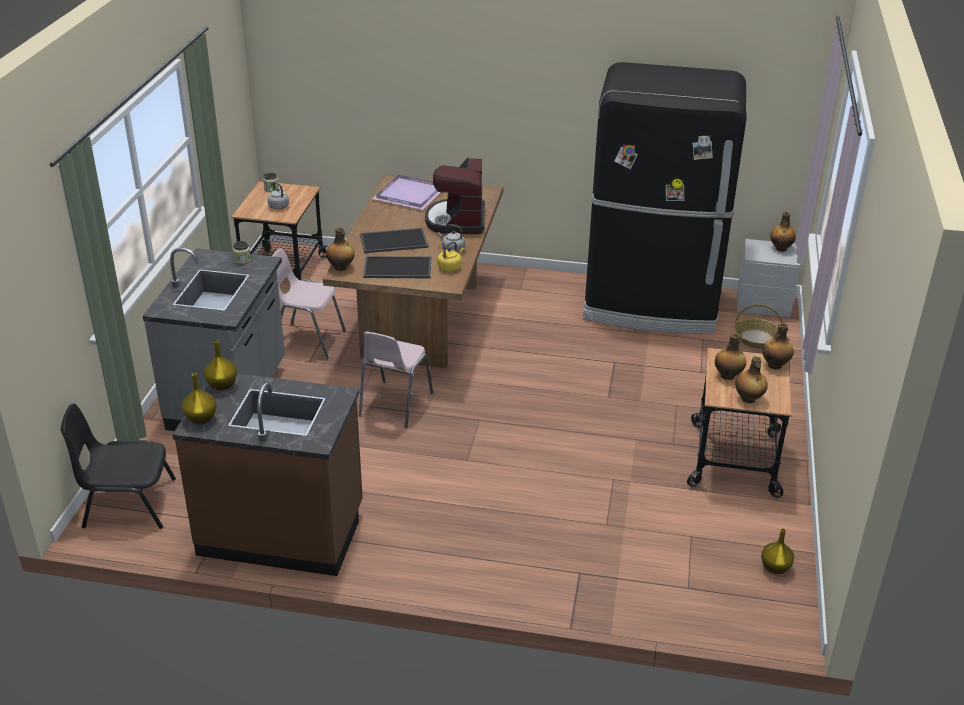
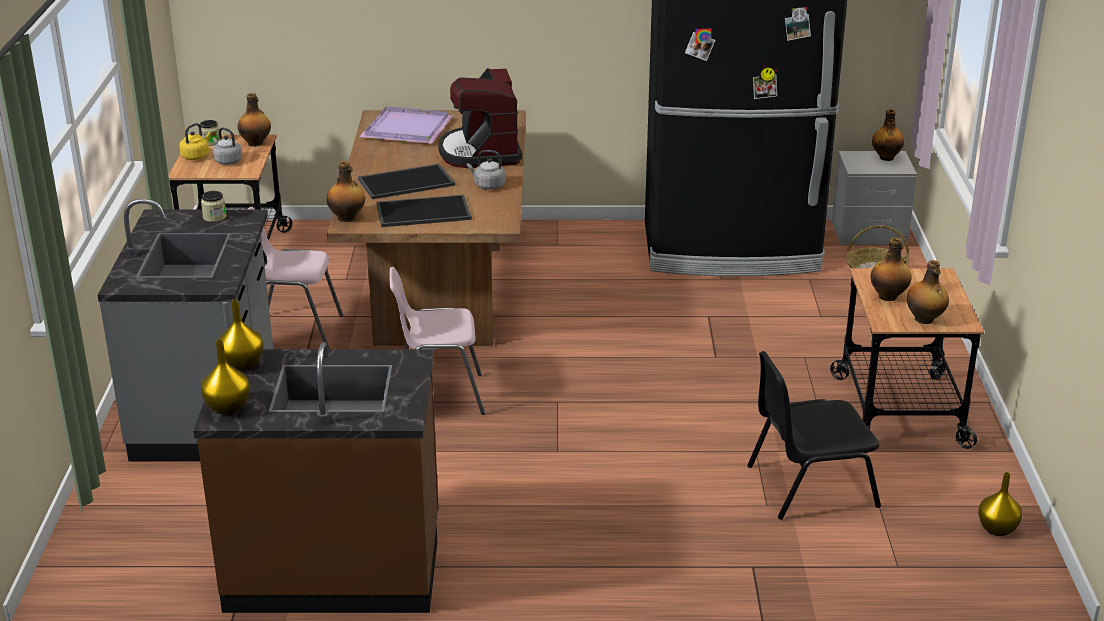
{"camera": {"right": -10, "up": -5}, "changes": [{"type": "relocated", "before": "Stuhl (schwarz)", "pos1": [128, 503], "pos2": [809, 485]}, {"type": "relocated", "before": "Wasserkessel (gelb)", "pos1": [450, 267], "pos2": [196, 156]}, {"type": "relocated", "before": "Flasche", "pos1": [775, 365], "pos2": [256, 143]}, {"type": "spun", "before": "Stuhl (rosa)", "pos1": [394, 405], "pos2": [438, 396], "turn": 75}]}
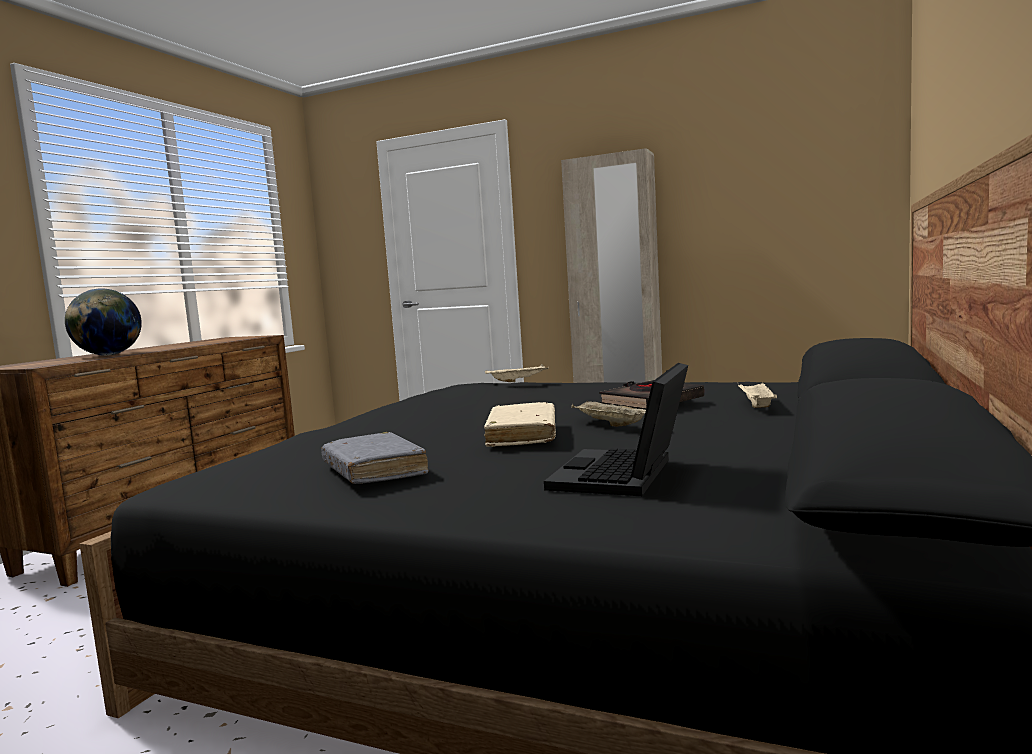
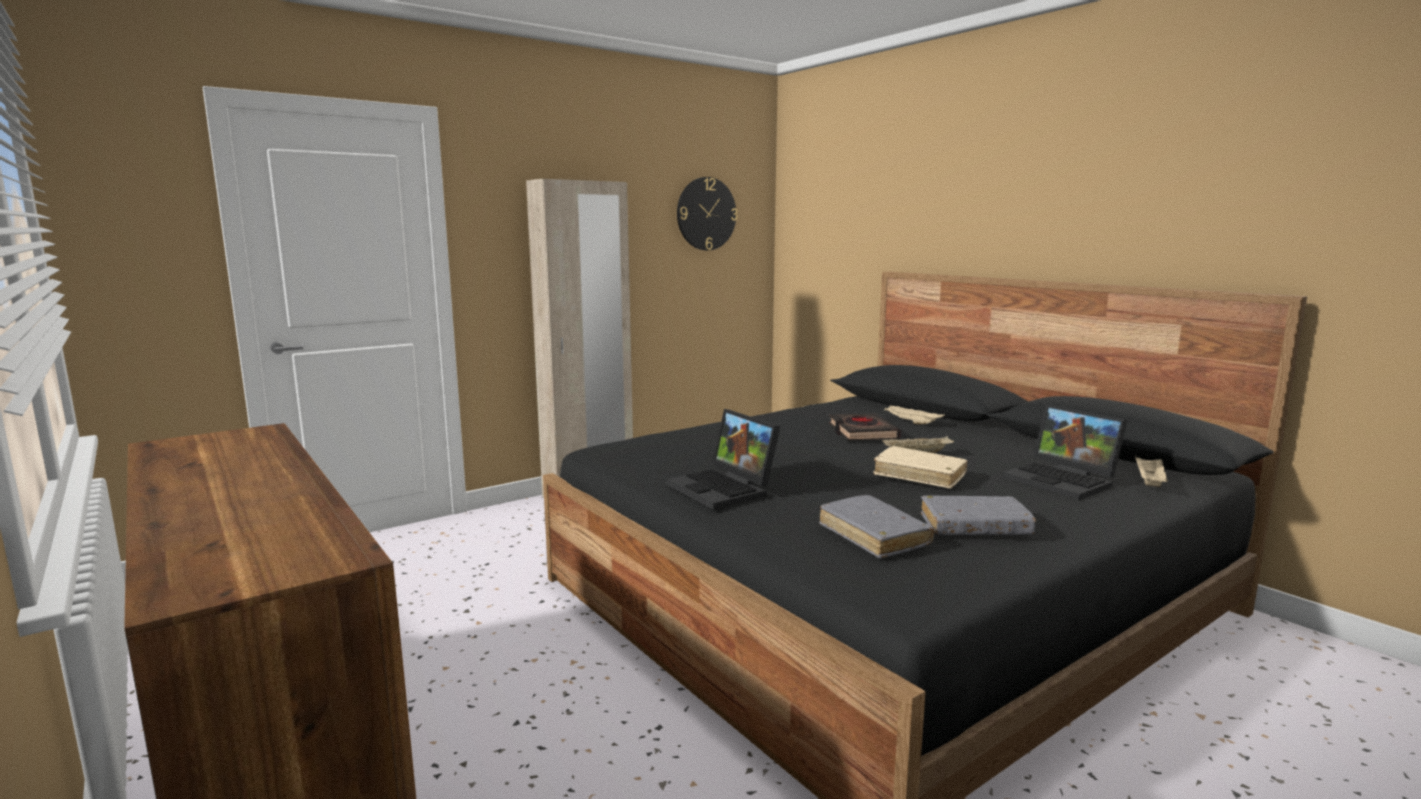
{"camera": {"right": -60, "up": 5}, "changes": [{"type": "missing", "before": "Globus", "pos1": [108, 355]}, {"type": "appeared", "after": "Laptop", "pos2": [725, 489]}, {"type": "appeared", "after": "Wanduhr", "pos2": [706, 214]}, {"type": "appeared", "after": "Buch (grau)", "pos2": [873, 536]}, {"type": "relocated", "before": "Tablett (beige)", "pos1": [518, 381], "pos2": [1149, 482]}]}
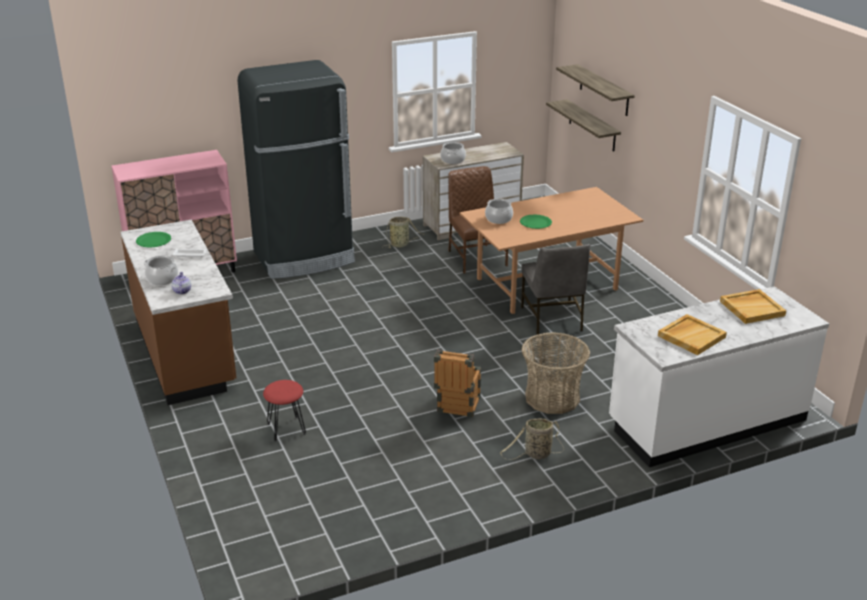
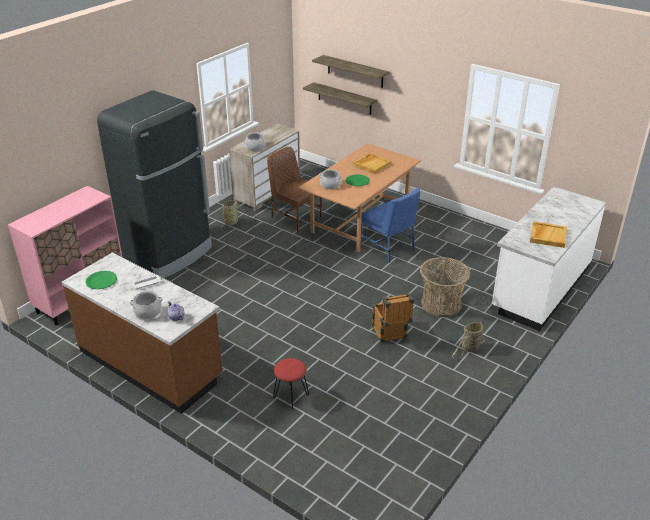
{"camera": {"right": -30, "up": 5}, "changes": [{"type": "relocated", "before": "Tablett (beige)", "pos1": [752, 308], "pos2": [371, 164]}, {"type": "colour", "before": "Stuhl (grau)", "after": "Stuhl (blau)", "pos1": [552, 319], "pos2": [388, 248]}]}
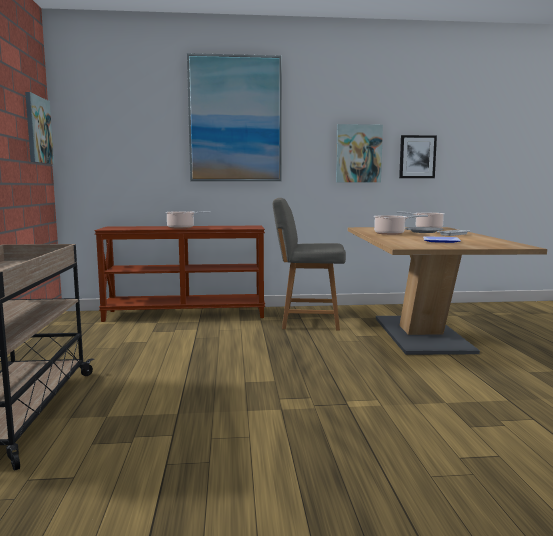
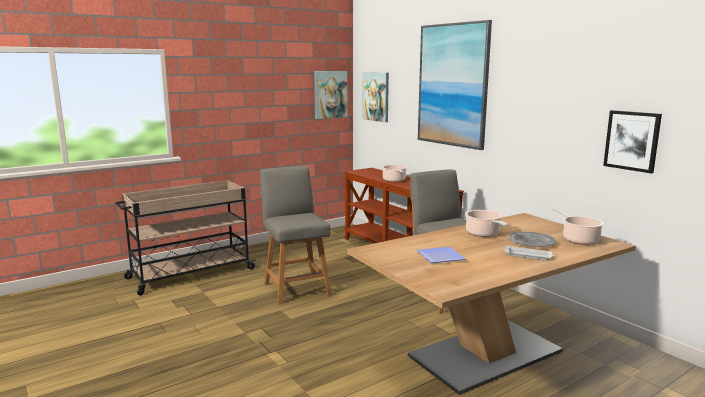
{"camera": {"right": 60, "up": 5}, "changes": [{"type": "appeared", "after": "Stuhl (grau)", "pos2": [296, 288]}, {"type": "relocated", "before": "Bild", "pos1": [358, 153], "pos2": [376, 96]}]}
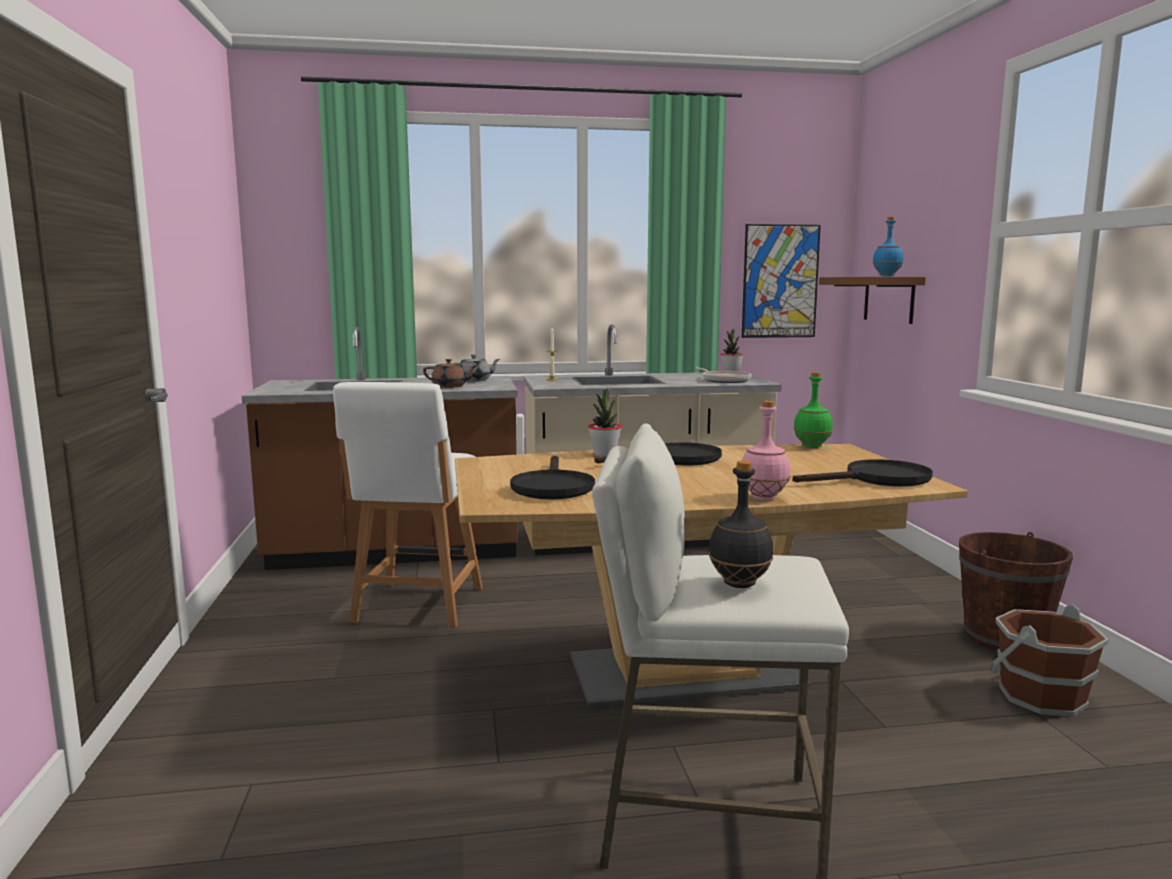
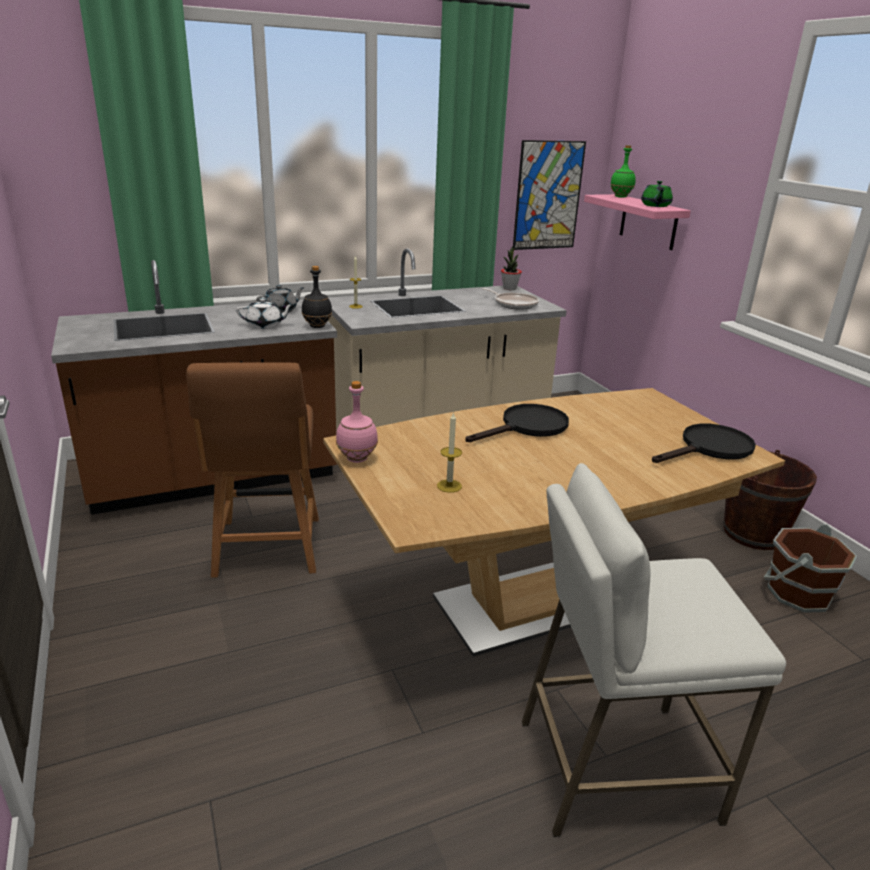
{"camera": {"right": -15, "up": 15}, "changes": [{"type": "missing", "before": "Topfpflanze", "pos1": [604, 454]}, {"type": "relocated", "before": "Flasche (schwarz)", "pos1": [739, 584], "pos2": [317, 326]}, {"type": "relocated", "before": "Flasche (rosa)", "pos1": [763, 497], "pos2": [357, 458]}, {"type": "relocated", "before": "Flasche (grün)", "pos1": [812, 447], "pos2": [621, 197]}, {"type": "exchanged", "before": "Pfanne (schwarz)", "after": "Kerze", "pos1": [552, 487], "pos2": [449, 486]}, {"type": "exchanged", "before": "Flasche (blau)", "after": "Teekanne (grün)", "pos1": [887, 276], "pos2": [655, 206]}, {"type": "colour", "before": "Stuhl (weiß)", "after": "Stuhl (braun)", "pos1": [417, 606], "pos2": [267, 549]}, {"type": "colour", "before": "Teekanne (braun)", "after": "Teekanne (weiß)", "pos1": [450, 386], "pos2": [265, 325]}, {"type": "colour", "before": "Wandregal (braun)", "after": "Wandregal (rosa)", "pos1": [889, 299], "pos2": [648, 222]}]}
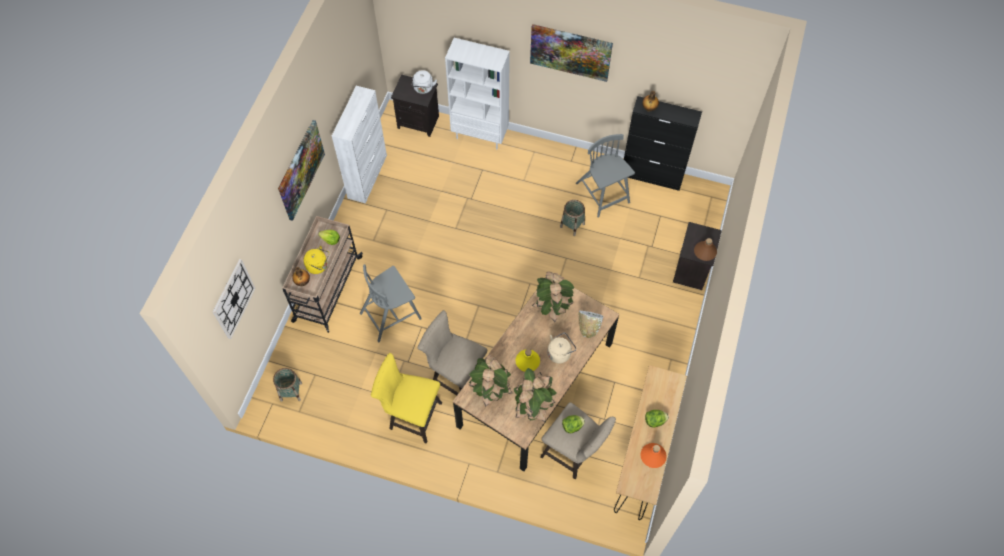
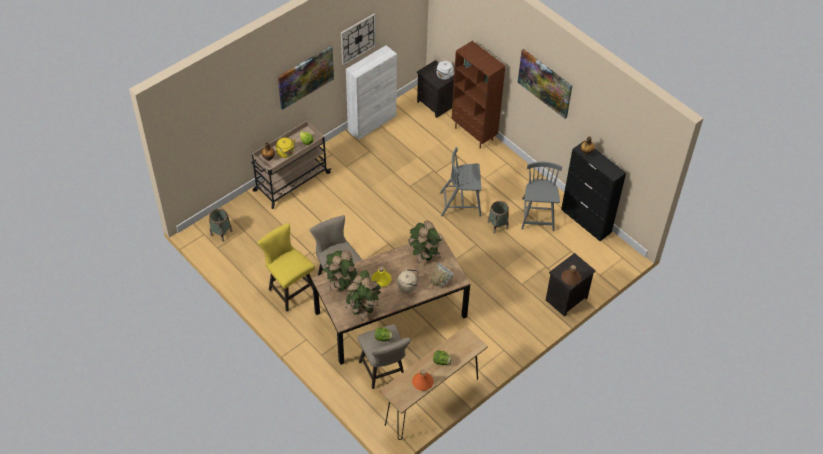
{"camera": {"right": 30, "up": -10}, "changes": [{"type": "relocated", "before": "Wanduhr", "pos1": [233, 299], "pos2": [358, 39]}, {"type": "relocated", "before": "Stuhl (grau)", "pos1": [391, 315], "pos2": [461, 204]}, {"type": "colour", "before": "Bücherregal (weiß)", "after": "Bücherregal (braun)", "pos1": [480, 135], "pos2": [474, 134]}]}
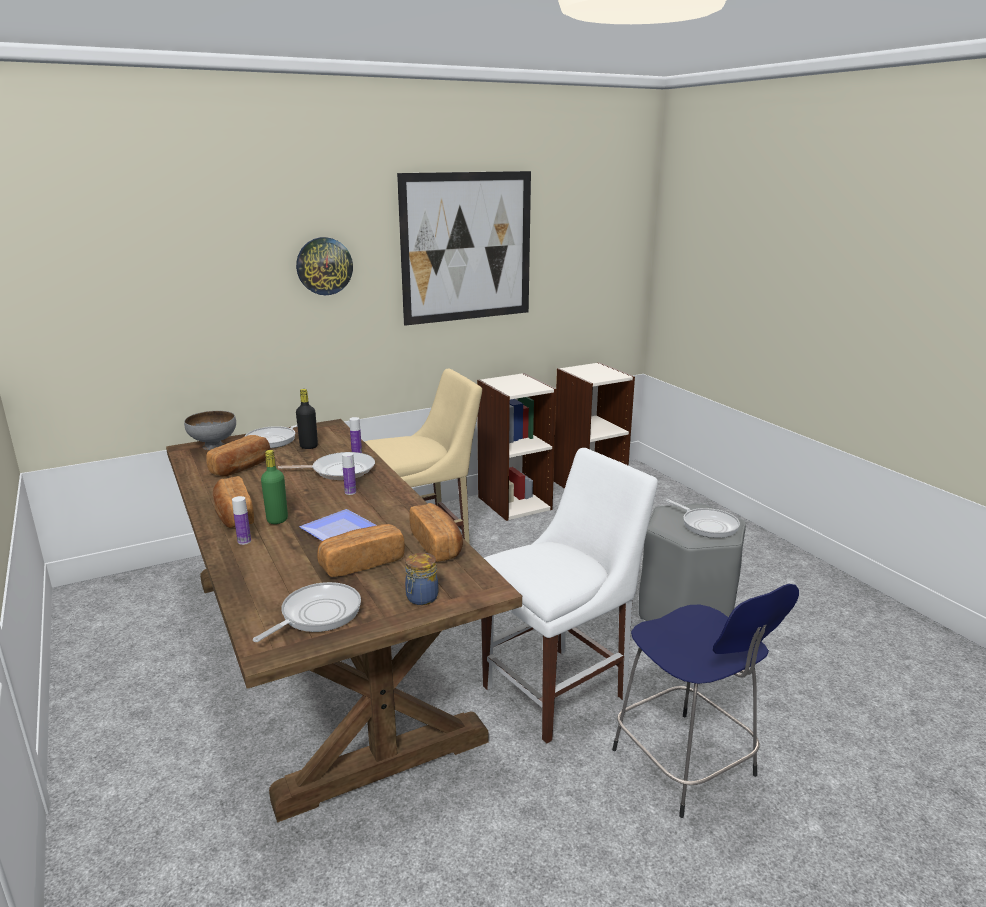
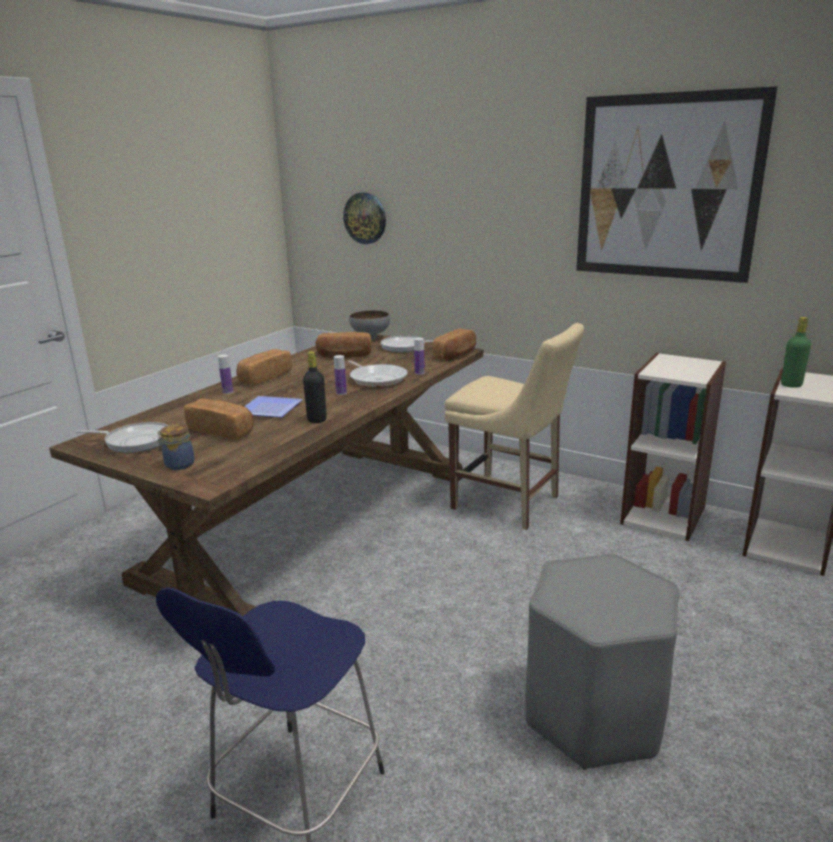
{"camera": {"right": 60, "up": 0}, "changes": [{"type": "missing", "before": "Stuhl (weiß)", "pos1": [560, 689]}, {"type": "missing", "before": "Pfanne", "pos1": [707, 525]}, {"type": "relocated", "before": "Flasche (grün)", "pos1": [277, 520], "pos2": [791, 385]}, {"type": "relocated", "before": "Wanduhr", "pos1": [324, 266], "pos2": [365, 218]}, {"type": "relocated", "before": "Flasche (schwarz)", "pos1": [309, 446], "pos2": [317, 420]}, {"type": "relocated", "before": "Brot", "pos1": [437, 545], "pos2": [456, 355]}]}
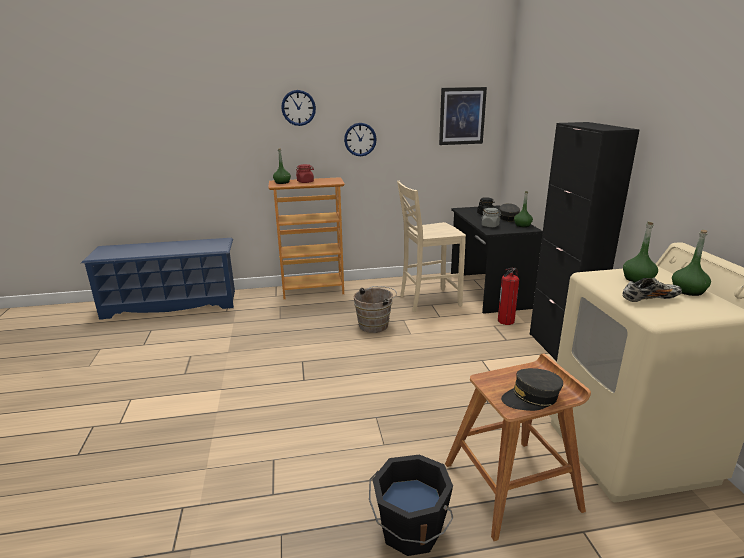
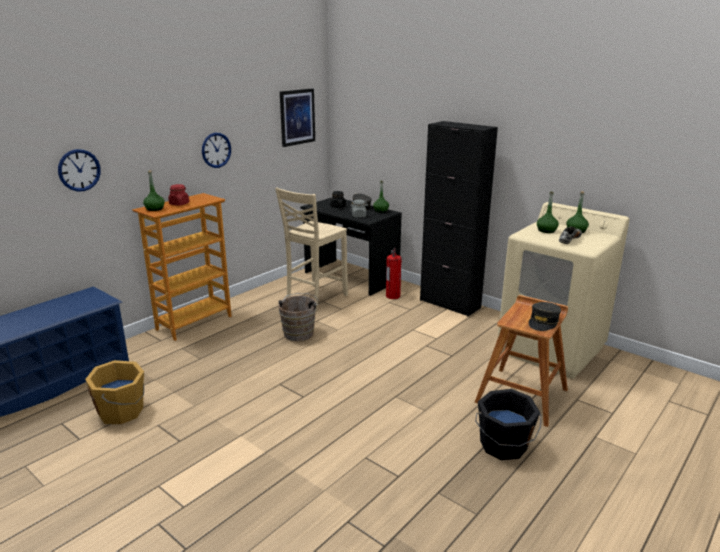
{"camera": {"right": -40, "up": 0}, "changes": [{"type": "appeared", "after": "Eimer (orange)", "pos2": [122, 412]}, {"type": "relocated", "before": "Wanduhr", "pos1": [298, 108], "pos2": [79, 170]}]}
